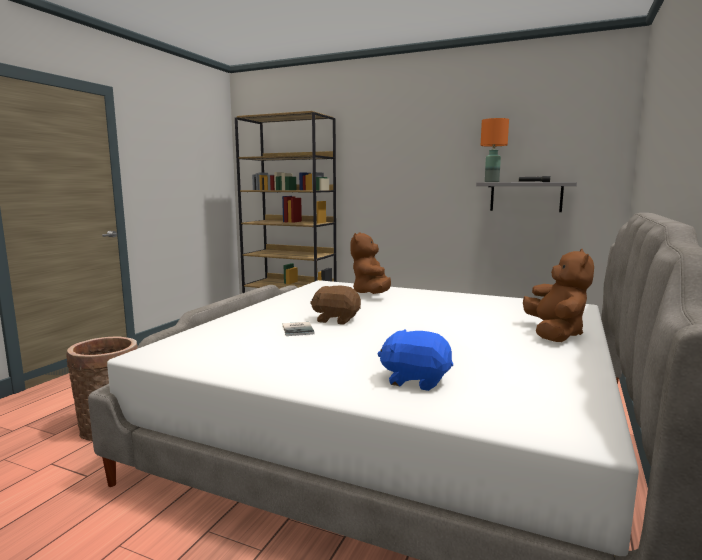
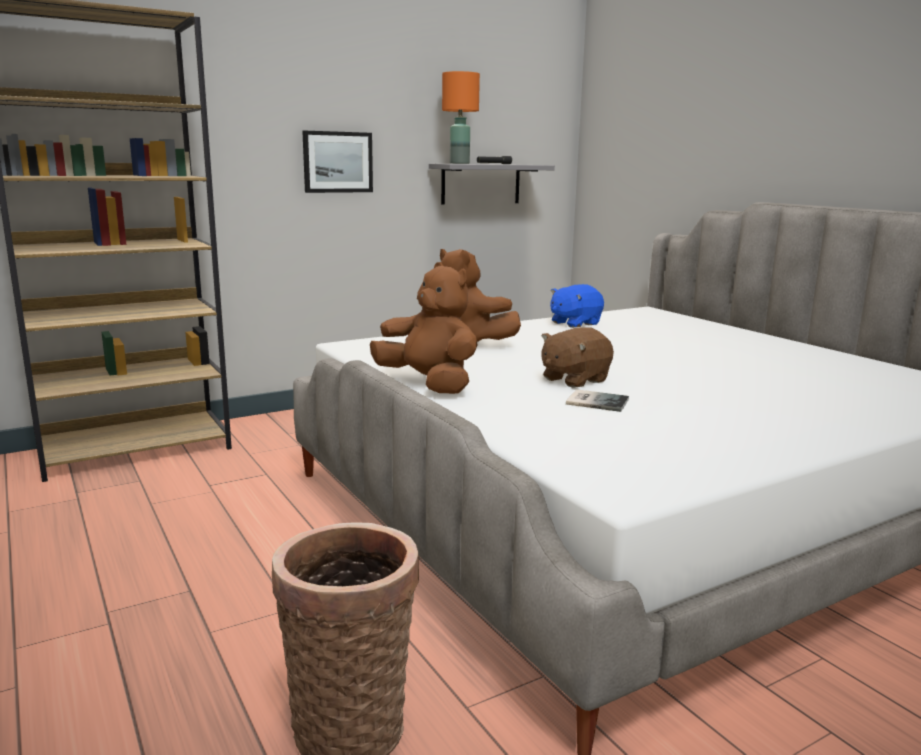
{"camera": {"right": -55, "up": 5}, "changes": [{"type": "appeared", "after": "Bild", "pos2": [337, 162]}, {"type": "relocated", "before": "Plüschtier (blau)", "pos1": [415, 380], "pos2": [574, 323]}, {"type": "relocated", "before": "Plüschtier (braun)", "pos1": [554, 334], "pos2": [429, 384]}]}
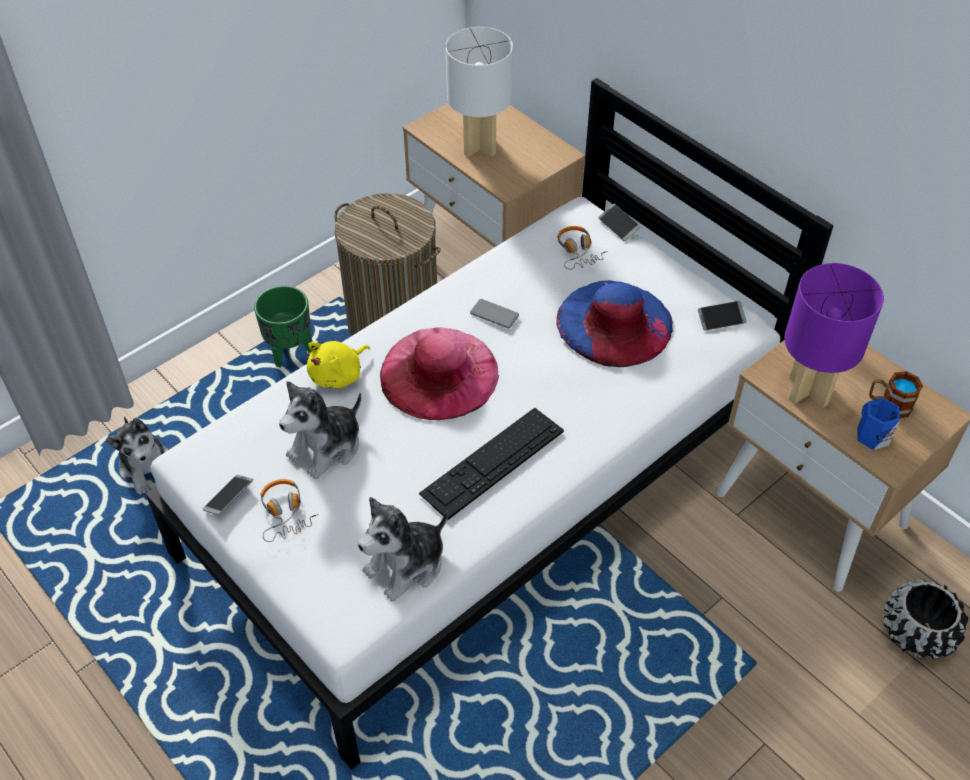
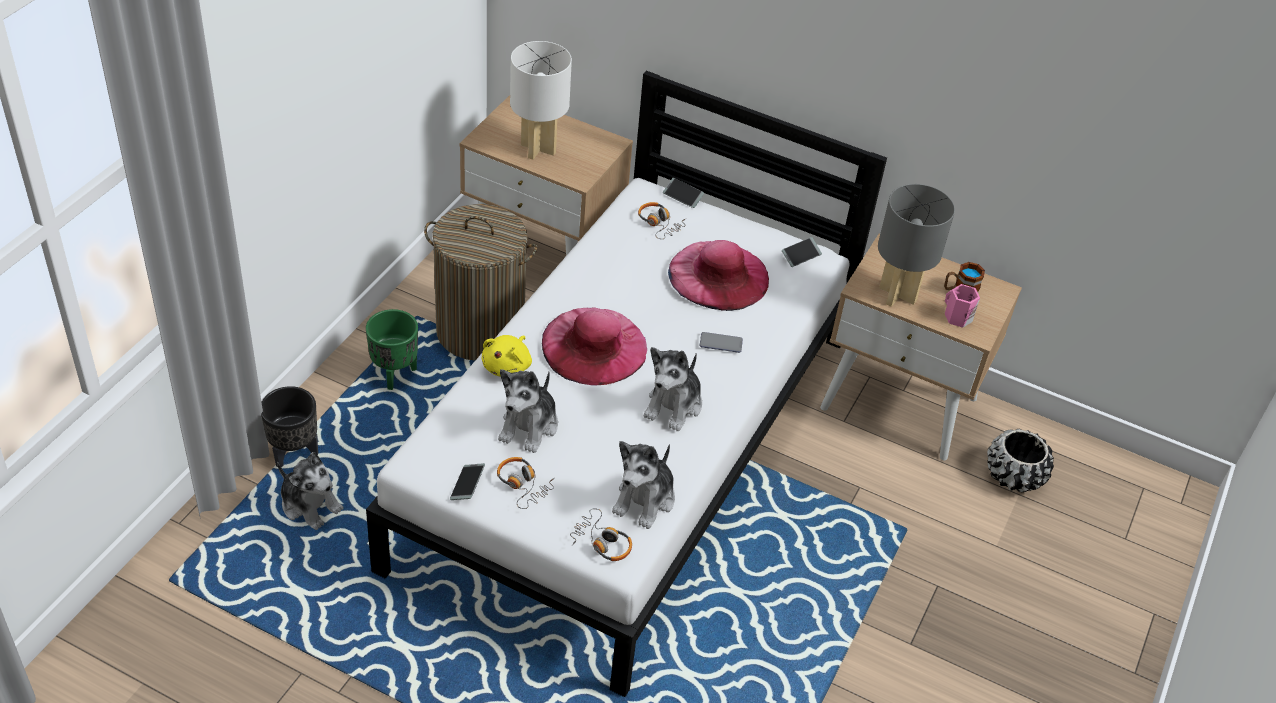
{"camera": {"right": -25, "up": -5}, "changes": [{"type": "appeared", "after": "Pflanzkübel (schwarz)", "pos2": [294, 453]}, {"type": "appeared", "after": "Kopfhörer", "pos2": [602, 542]}, {"type": "relocated", "before": "Handy", "pos1": [494, 314], "pos2": [721, 343]}, {"type": "exchanged", "before": "Tastatur", "after": "Plüschtier", "pos1": [492, 462], "pos2": [674, 405]}, {"type": "colour", "before": "Hut (blau)", "after": "Hut (rosa)", "pos1": [614, 323], "pos2": [718, 275]}, {"type": "colour", "before": "Tischlampe (lila)", "after": "Tischlampe (grau)", "pos1": [808, 392], "pos2": [897, 295]}, {"type": "colour", "before": "Henkelbecher (blau)", "after": "Henkelbecher (rosa)", "pos1": [871, 435], "pos2": [956, 317]}]}
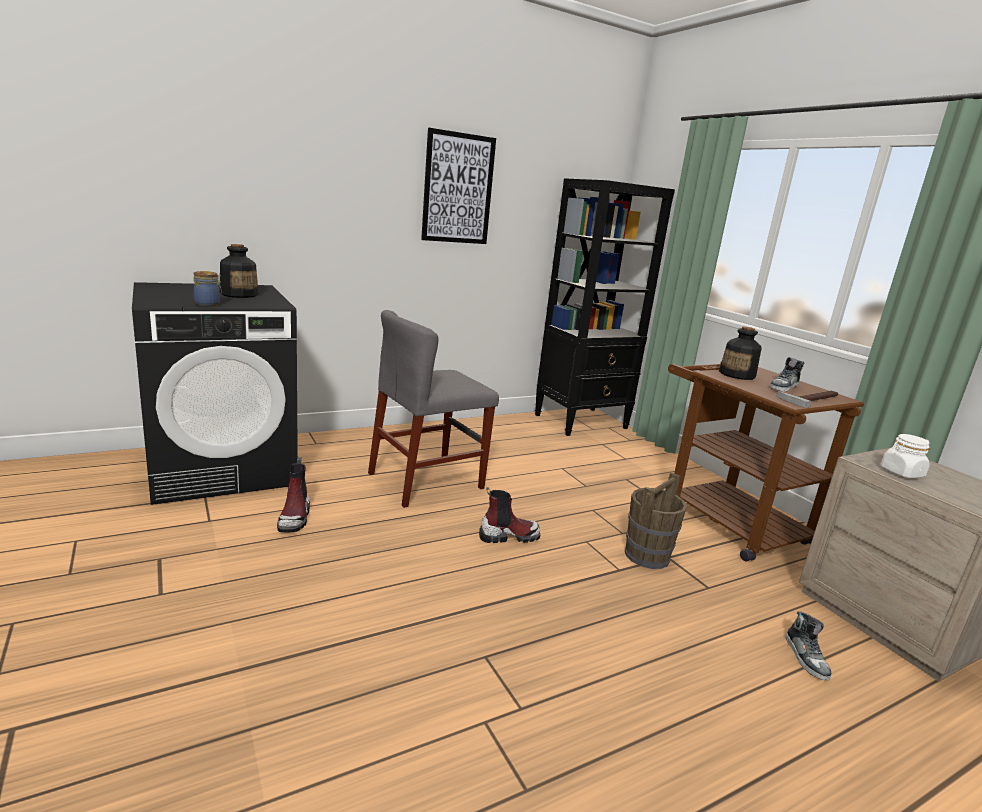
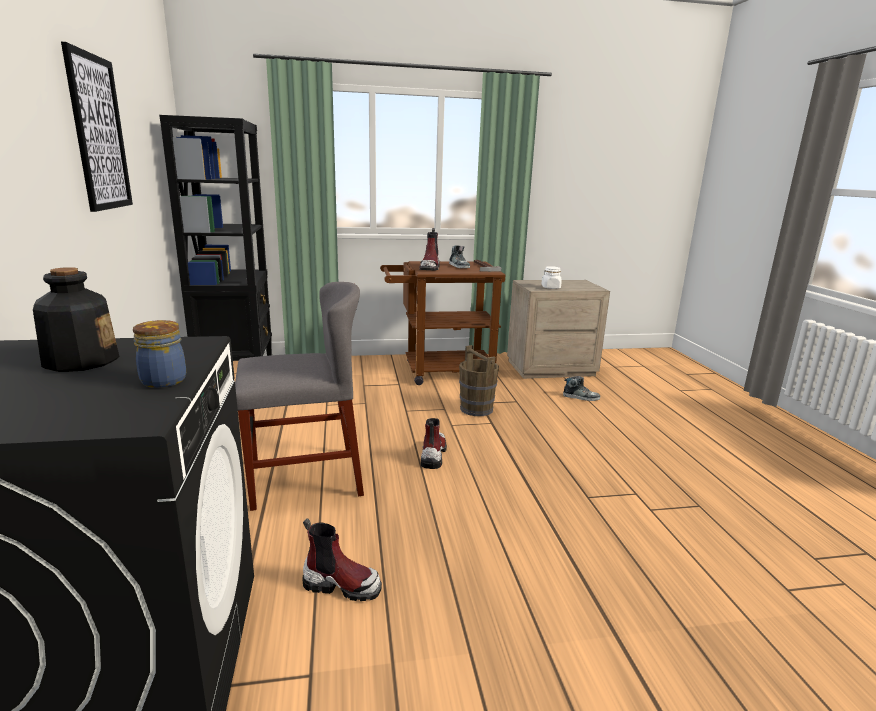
{"camera": {"right": -70, "up": 0}, "changes": [{"type": "exchanged", "before": "Flasche", "after": "Stiefel", "pos1": [737, 375], "pos2": [430, 268]}, {"type": "spun", "before": "Stuhl (grau)", "pos1": [426, 481], "pos2": [305, 478], "turn": -90}]}
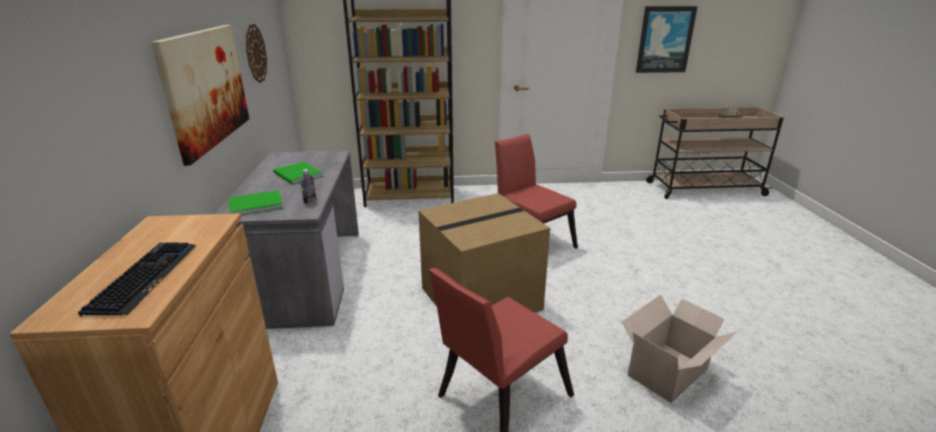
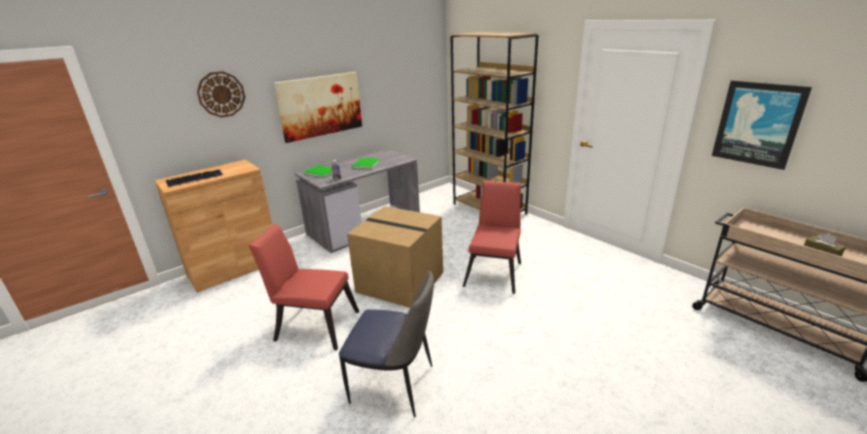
{"camera": {"right": 55, "up": 0}, "changes": [{"type": "relocated", "before": "Wanduhr", "pos1": [255, 53], "pos2": [221, 94]}, {"type": "exchanged", "before": "Karton", "after": "Stuhl", "pos1": [669, 371], "pos2": [395, 385]}]}
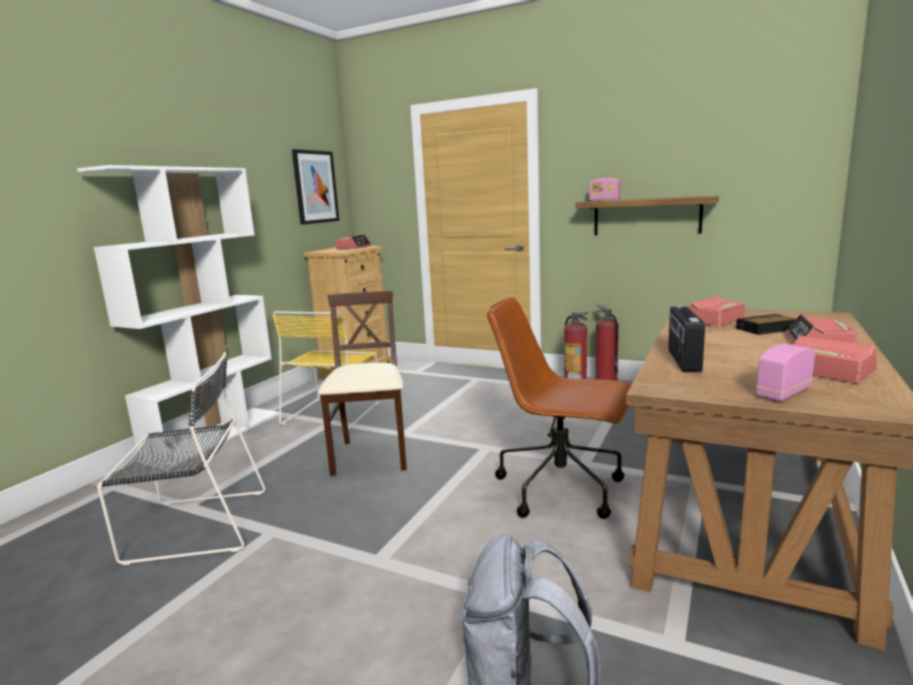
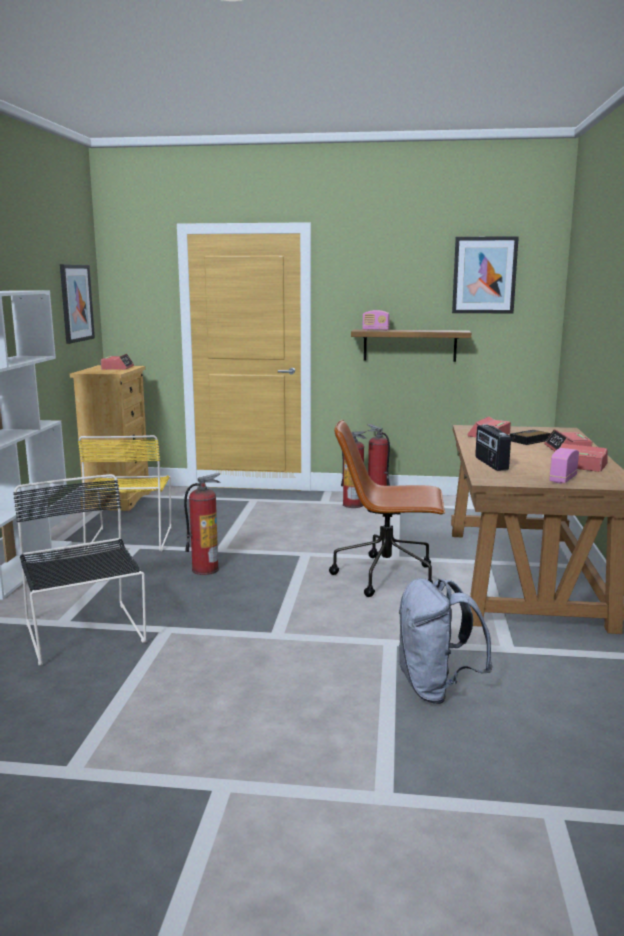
{"camera": {"right": -20, "up": 0}, "changes": [{"type": "appeared", "after": "Bild", "pos2": [484, 275]}, {"type": "exchanged", "before": "Stuhl (beige)", "after": "Feuerlöscher", "pos1": [371, 456], "pos2": [205, 569]}, {"type": "spun", "before": "Stuhl (schwarz)", "pos1": [193, 525], "pos2": [85, 634], "turn": -90}]}
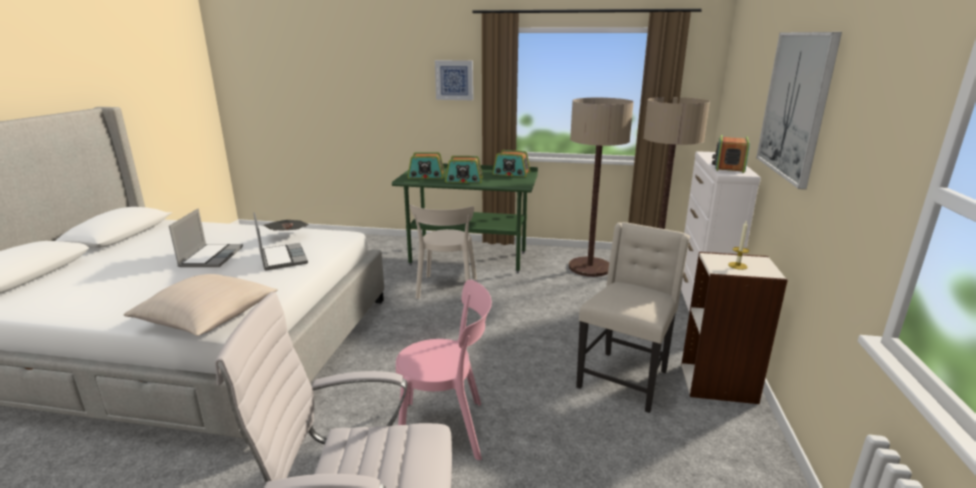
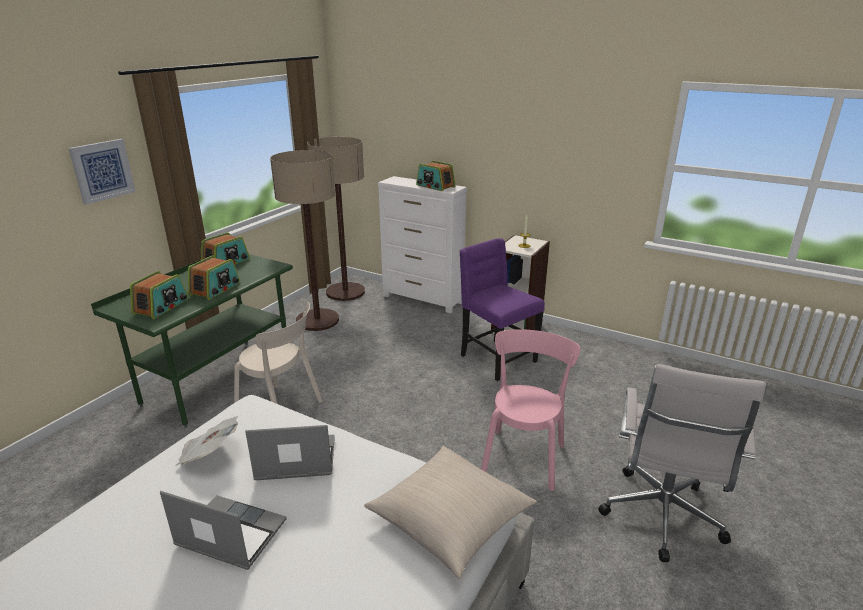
{"camera": {"right": -70, "up": 5}, "changes": [{"type": "missing", "before": "Bild", "pos1": [795, 105]}, {"type": "colour", "before": "Stuhl (beige)", "after": "Stuhl (lila)", "pos1": [624, 379], "pos2": [496, 359]}]}
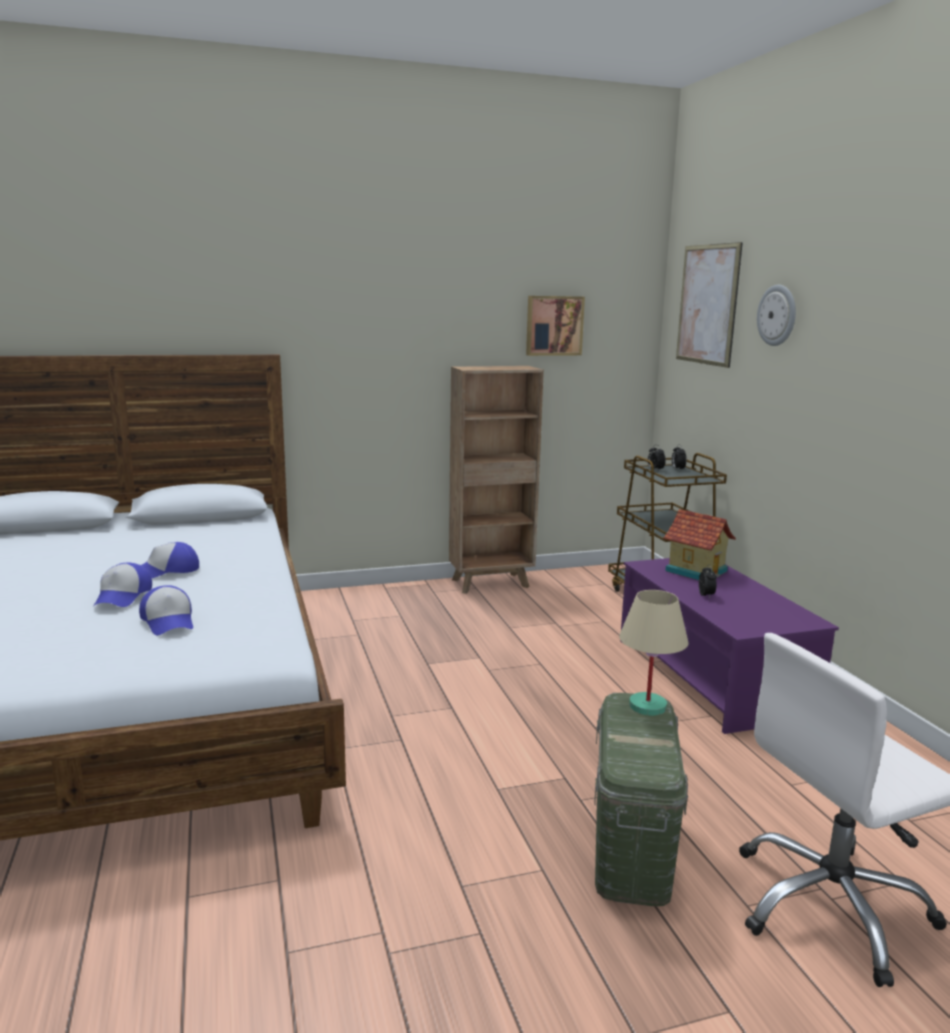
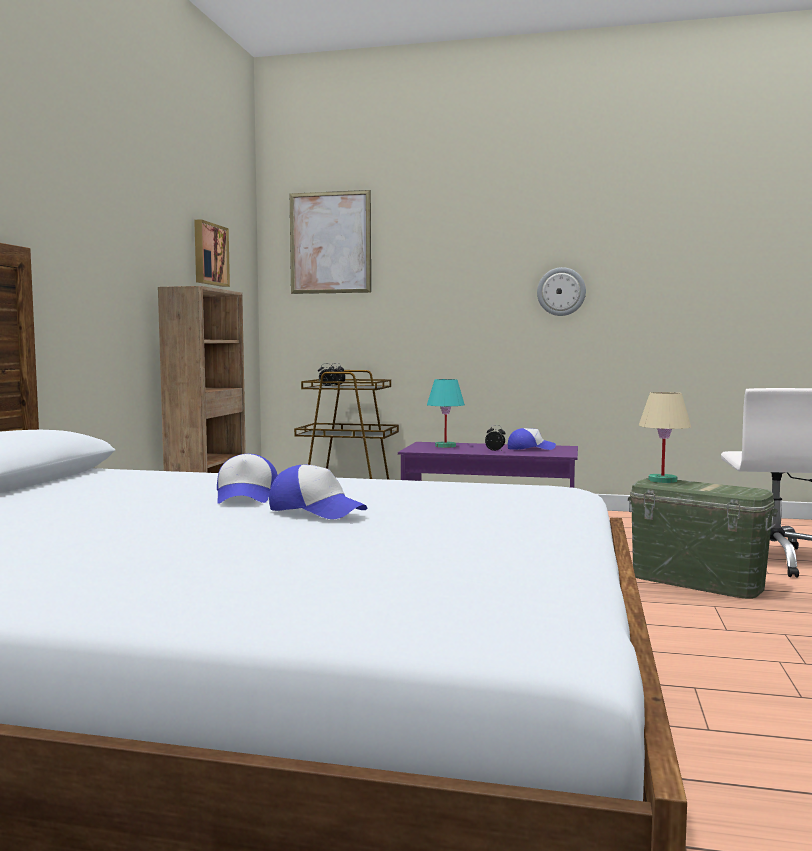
{"camera": {"right": -60, "up": -10}, "changes": [{"type": "relocated", "before": "Kappe", "pos1": [169, 621], "pos2": [530, 448]}, {"type": "relocated", "before": "Wanduhr", "pos1": [777, 315], "pos2": [561, 291]}, {"type": "exchanged", "before": "Spielzeughaus", "after": "Tischlampe (türkis)", "pos1": [696, 570], "pos2": [445, 446]}]}
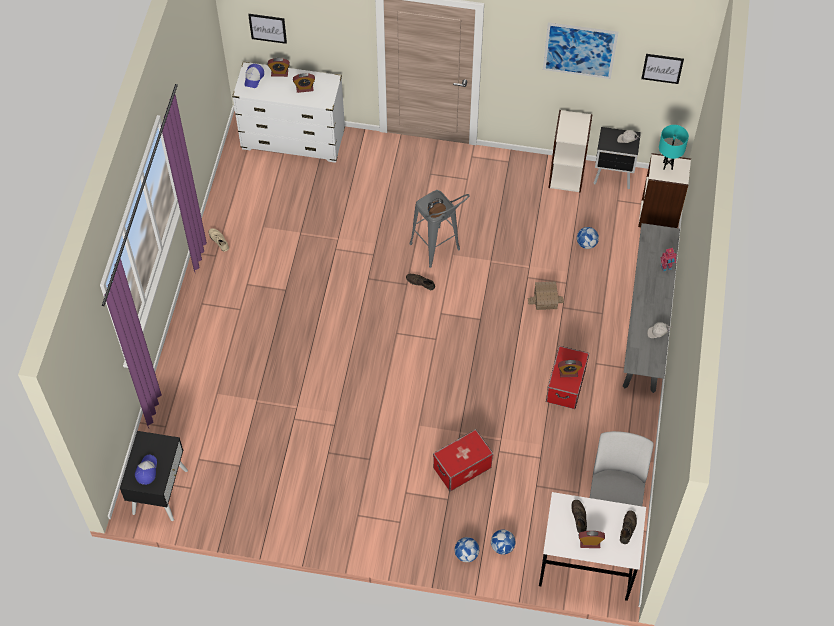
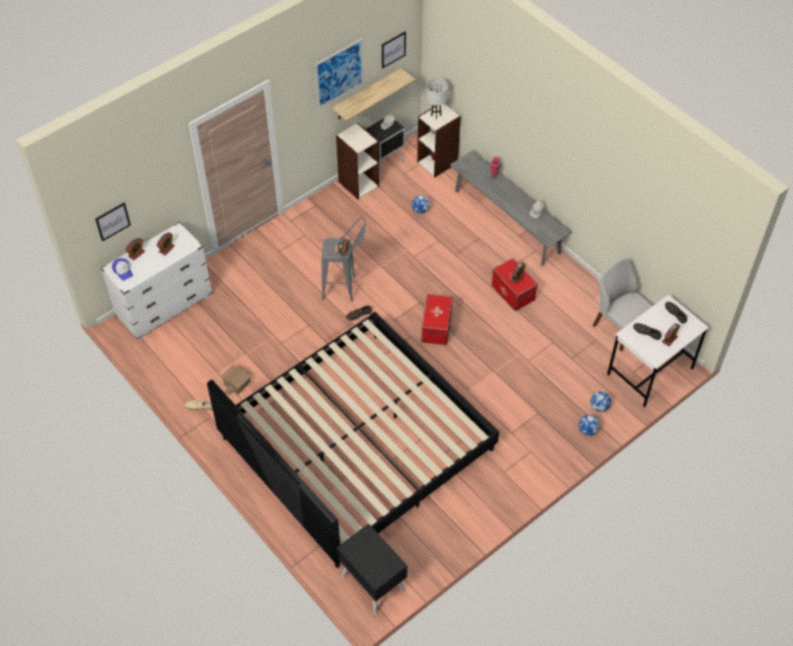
{"camera": {"right": -50, "up": -5}, "changes": [{"type": "missing", "before": "Kappe", "pos1": [146, 470]}, {"type": "appeared", "after": "Bett", "pos2": [357, 443]}, {"type": "appeared", "after": "Wandregal", "pos2": [367, 94]}, {"type": "relocated", "before": "Aufbewahrungsbox", "pos1": [462, 468], "pos2": [436, 327]}, {"type": "relocated", "before": "Spielzeughaus", "pos1": [545, 301], "pos2": [237, 383]}, {"type": "colour", "before": "Tischlampe (türkis)", "after": "Tischlampe (weiß)", "pos1": [667, 166], "pos2": [436, 115]}]}
